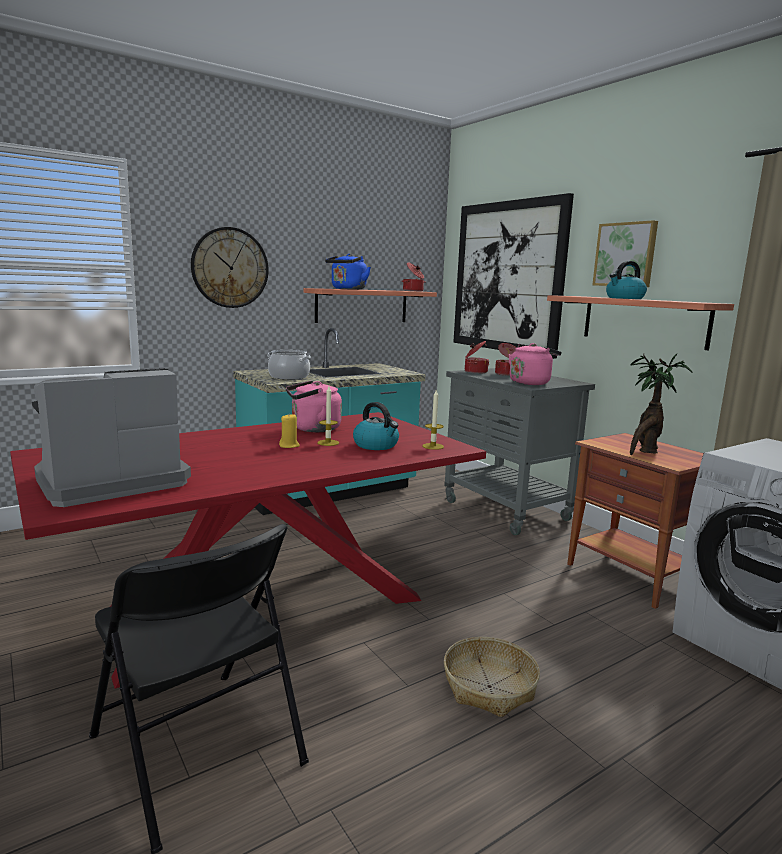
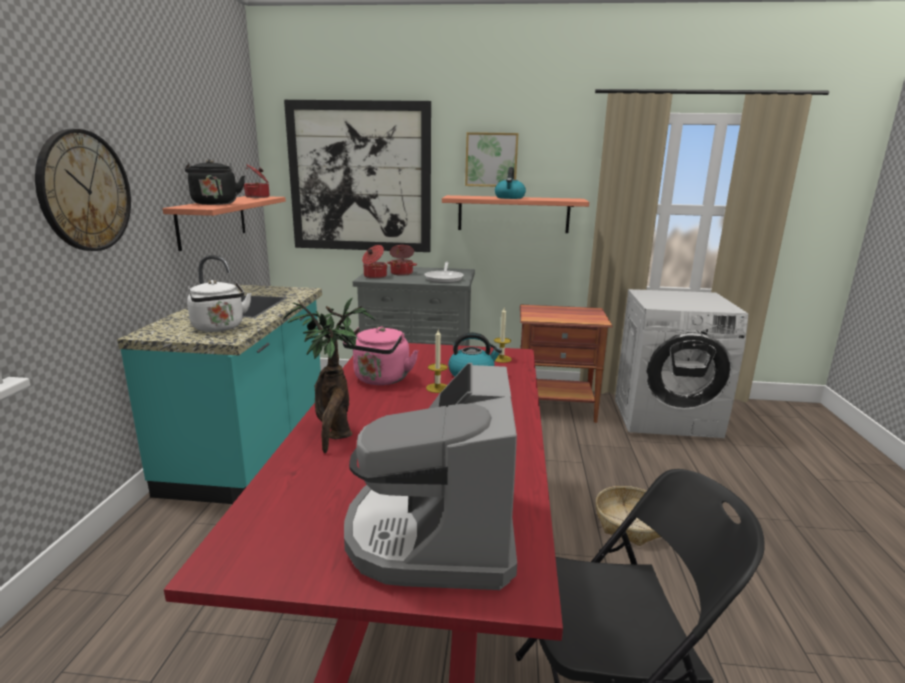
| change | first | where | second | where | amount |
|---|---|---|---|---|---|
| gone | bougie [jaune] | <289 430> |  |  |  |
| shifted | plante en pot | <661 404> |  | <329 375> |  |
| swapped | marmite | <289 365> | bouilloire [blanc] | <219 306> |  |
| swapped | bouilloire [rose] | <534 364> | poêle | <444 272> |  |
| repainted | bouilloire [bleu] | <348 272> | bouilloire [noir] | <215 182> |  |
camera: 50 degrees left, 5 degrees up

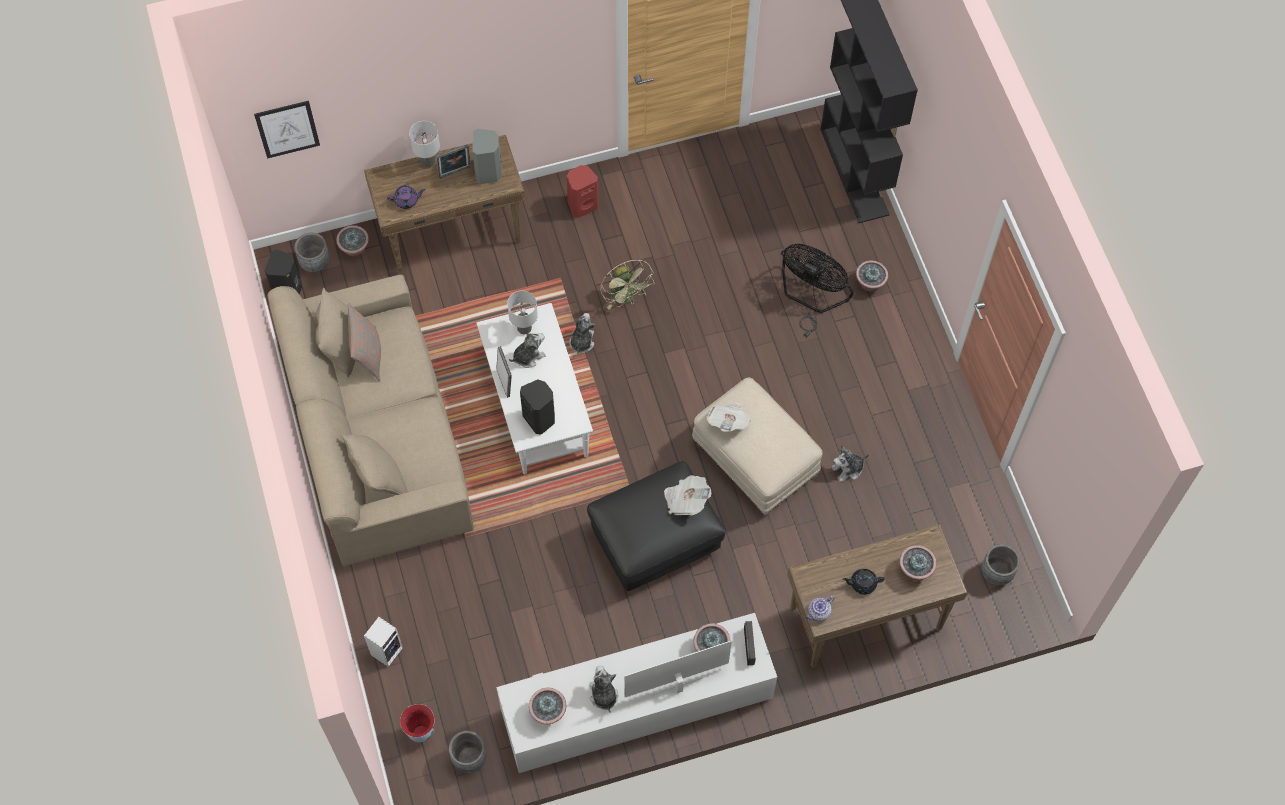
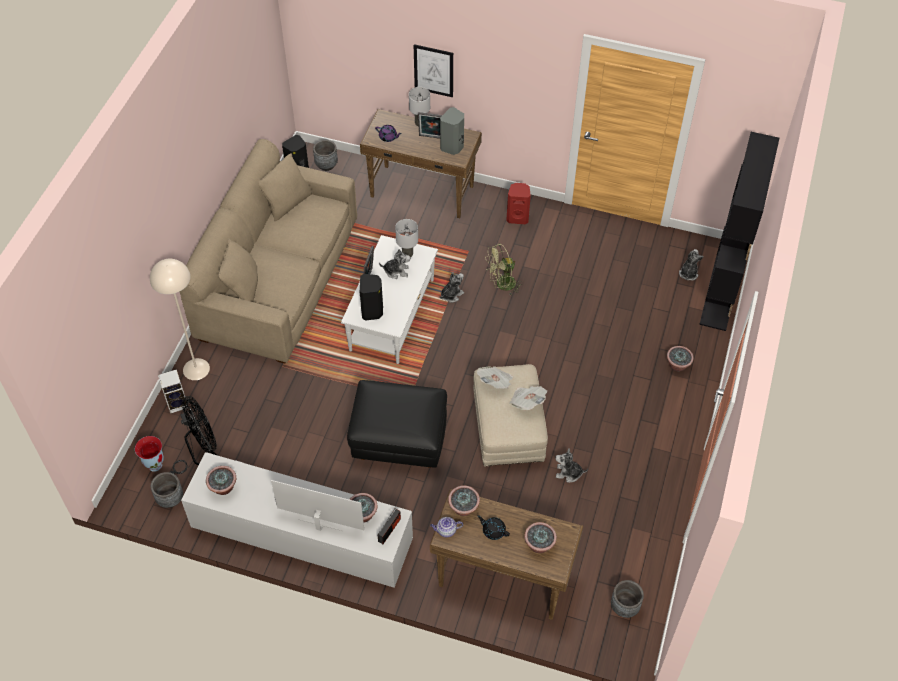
| change | first | where | second | where | amount |
|---|---|---|---|---|---|
| gone | coussin [gris] | <364 342> |  |  |  |
| new |  |  | lampadaire [beige] | <180 319> |  |
| shifted | tableau | <287 130> |  | <433 70> |  |
| shifted | plante en pot | <352 240> |  | <464 500> |  |
| shifted | peluche | <603 689> |  | <691 265> |  |
| shifted | journal | <687 495> |  | <528 398> |  |
| shifted | ventilateur [noir] | <817 290> |  | <194 435> |  |
| rotated | ventilateur [vert] | <627 284> |  | <504 270> | 60 degrees clockwise |
camera: 35 degrees right, 10 degrees down

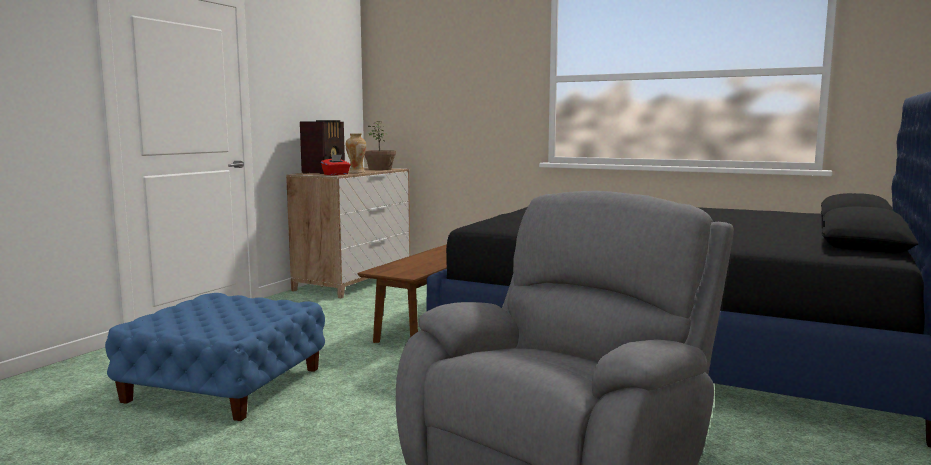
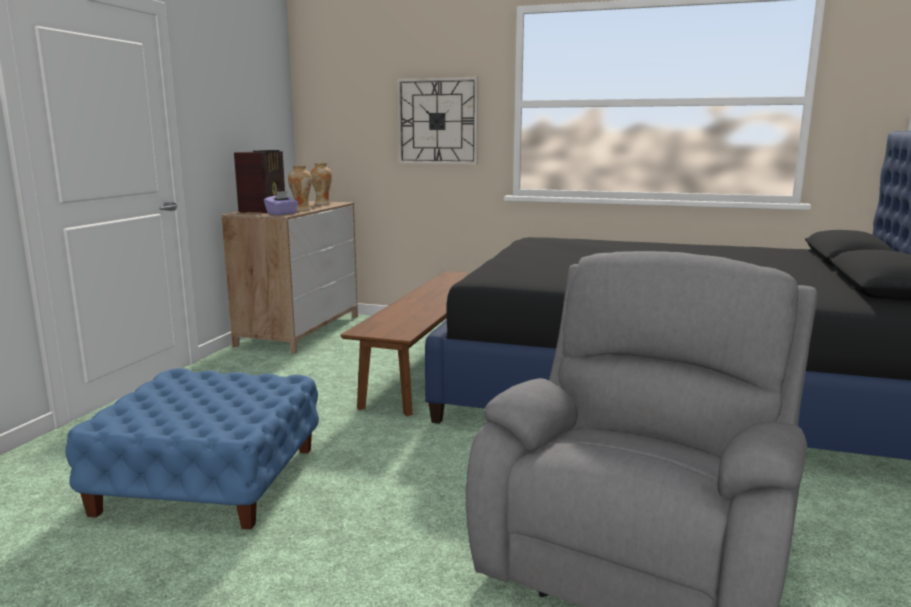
| change | first | where | second | where | amount |
|---|---|---|---|---|---|
| new |  |  | horloge murale | <437 121> |  |
| swapped | plante en pot | <380 145> | vase | <321 184> |  |
| repainted | boîte à mouchoirs [rouge] | <336 165> | boîte à mouchoirs [violet] | <281 203> |  |
camera: 10 degrees left, 5 degrees up

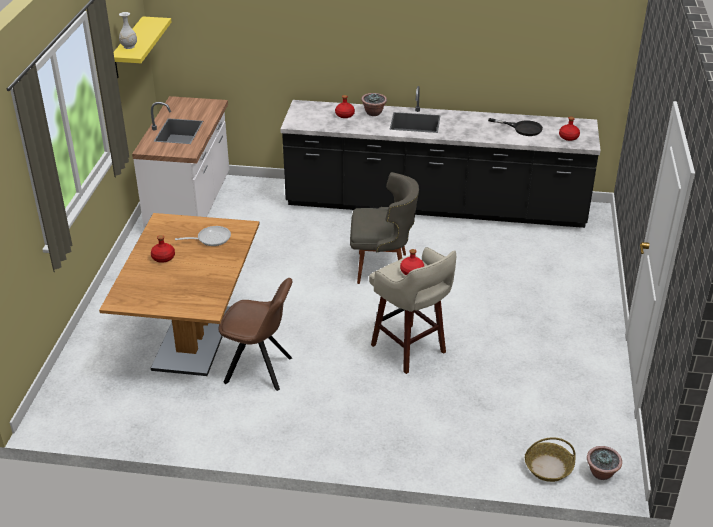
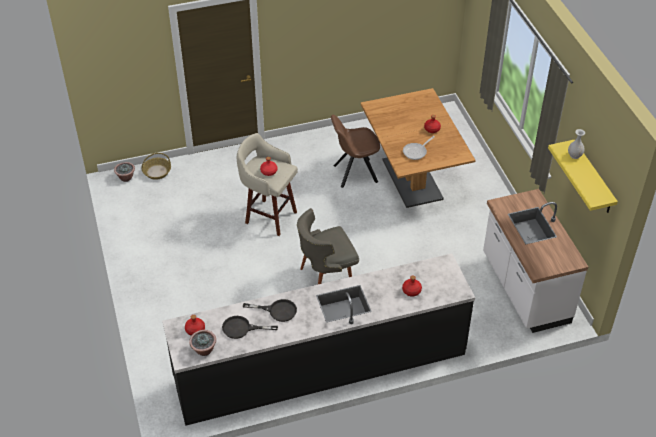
| change | first | where | second | where | amount |
|---|---|---|---|---|---|
| new |  |  | poêle [noir] | <270 310> |  |
| shifted | plante en pot | <374 104> |  | <202 343> |  |
camera: 155 degrees right, 10 degrees up

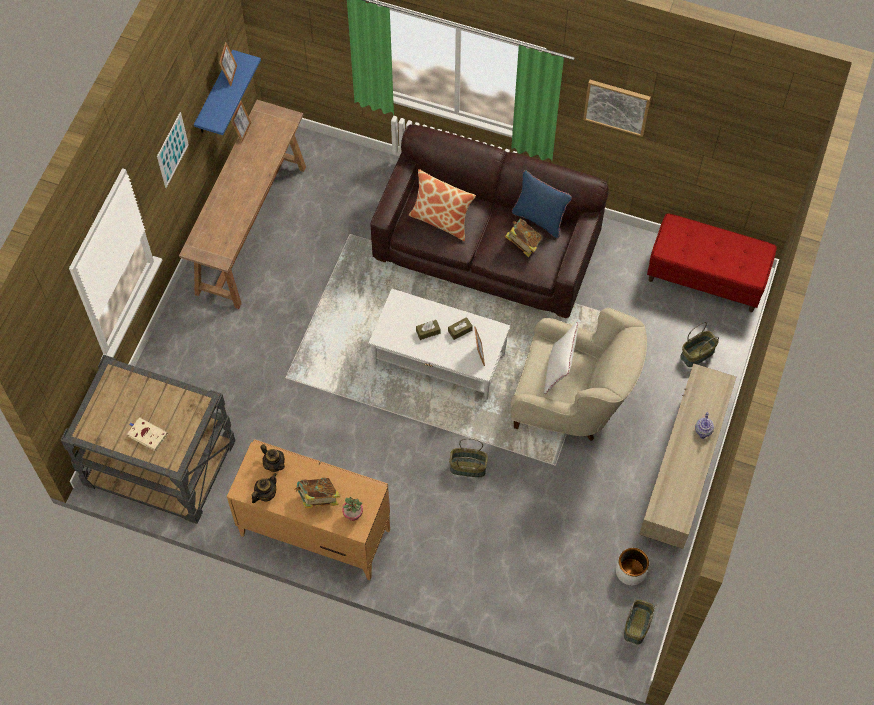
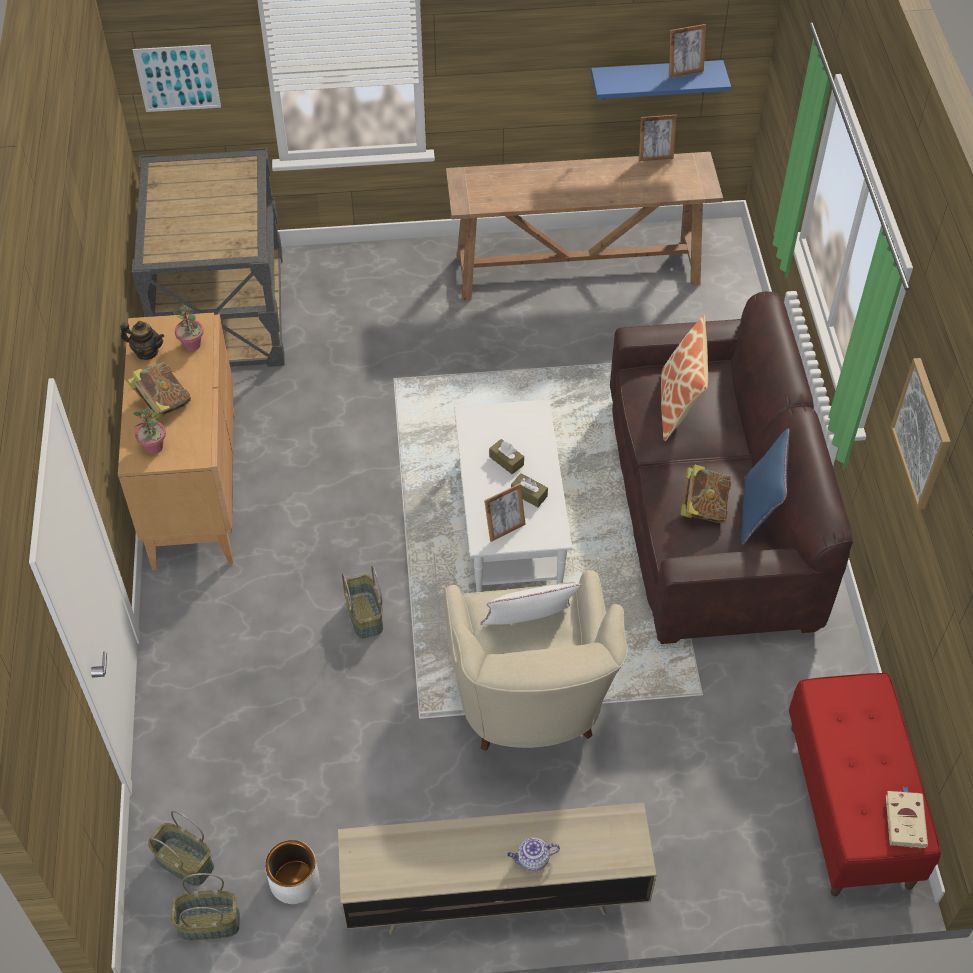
| change | first | where | second | where | amount |
|---|---|---|---|---|---|
| shifted | livre [beige] | <147 434> |  | <907 817> |  |
| shifted | tableau | <173 150> |  | <176 78> |  |
| shifted | panier | <699 344> |  | <181 848> |  |
| swapped | théière | <273 458> | plante en pot | <188 328> |  |
camera: 65 degrees right, 10 degrees down

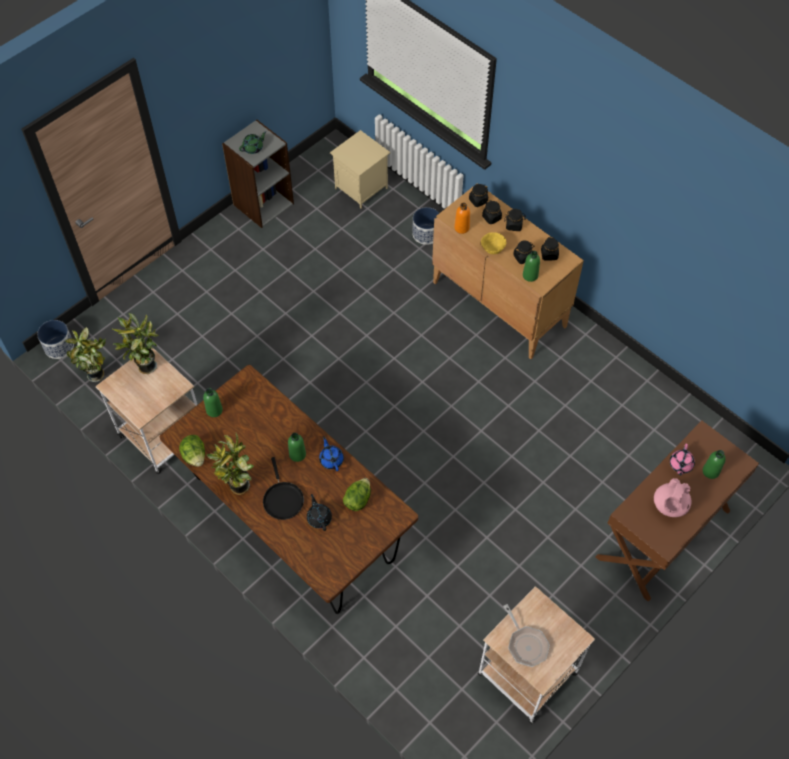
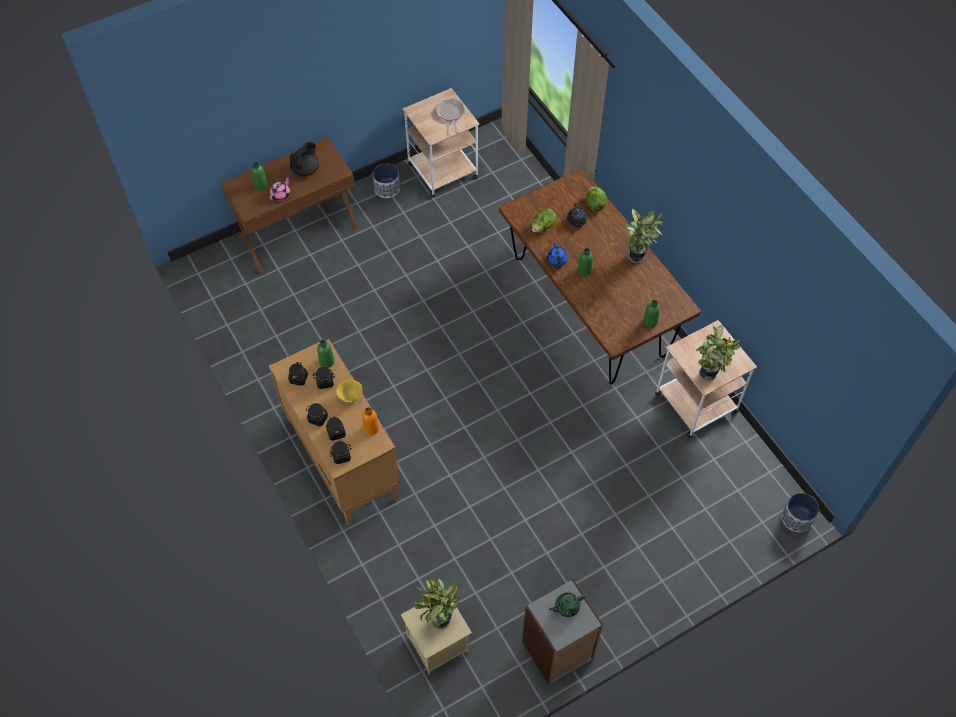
| change | first | where | second | where | amount |
|---|---|---|---|---|---|
| gone | poêle [noir] | <283 488> |  |  |  |
| shifted | plante en pot | <85 354> |  | <437 603> |  |
| shifted | laitue | <192 451> |  | <596 199> |  |
| shifted | cache-pot | <425 226> |  | <386 180> |  |
| repainted | théière [rose] | <672 497> | théière [noir] | <304 159> |  |
camera: 165 degrees left, 0 degrees up

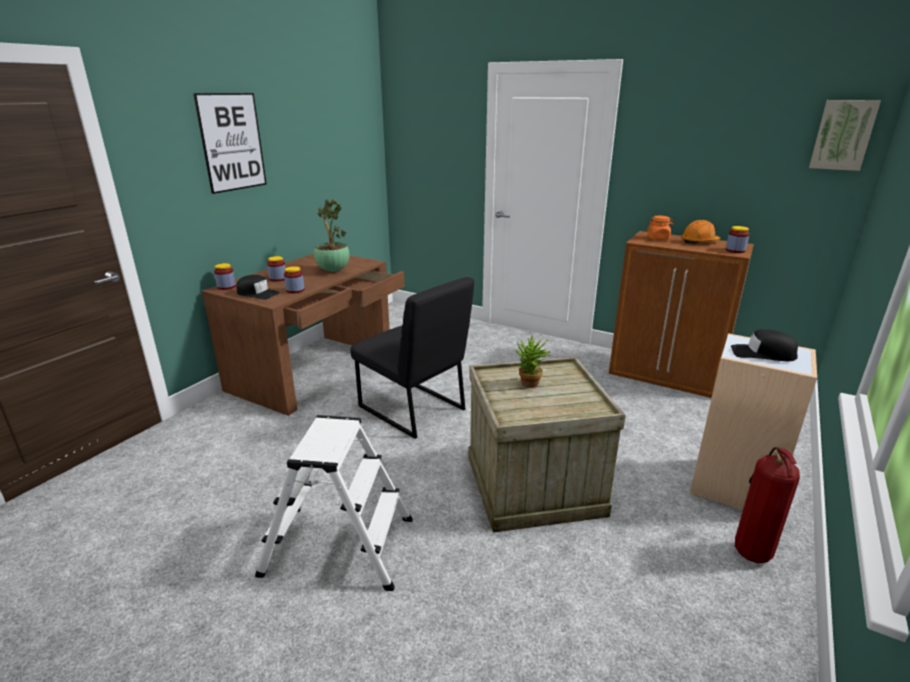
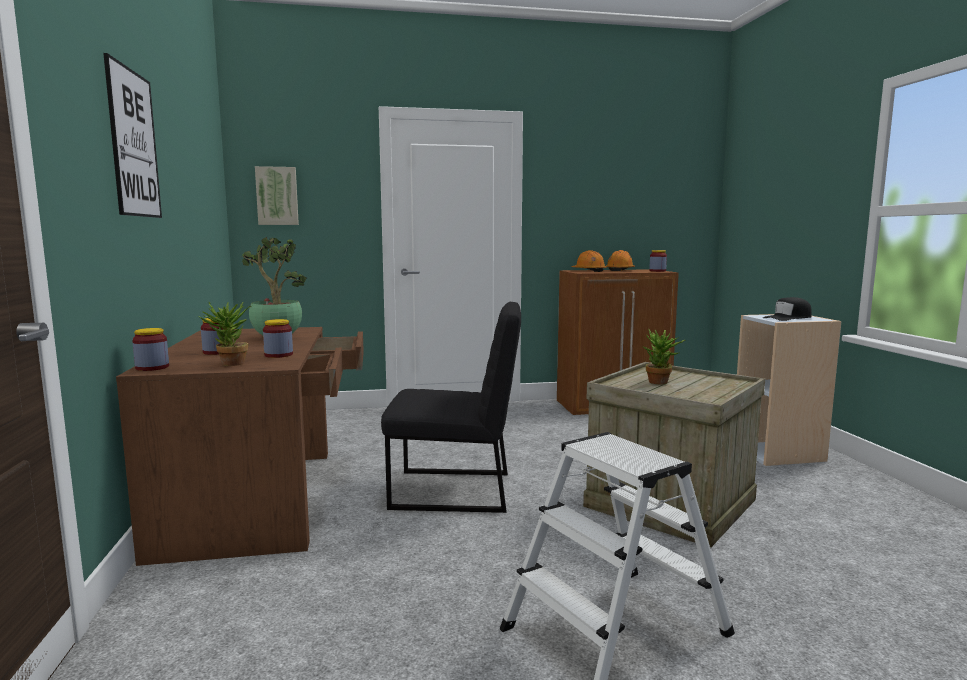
| change | first | where | second | where | amount |
|---|---|---|---|---|---|
| gone | extincteur | <767 505> |  |  |  |
| shifted | tableau | <845 135> |  | <277 195> |  |
| swapped | casquette [noir] | <258 287> | plante en pot | <224 334> |  |
| swapped | bocal [orange] | <660 228> | casque de chantier [orange] | <589 261> |  |
camera: 40 degrees left, 15 degrees down

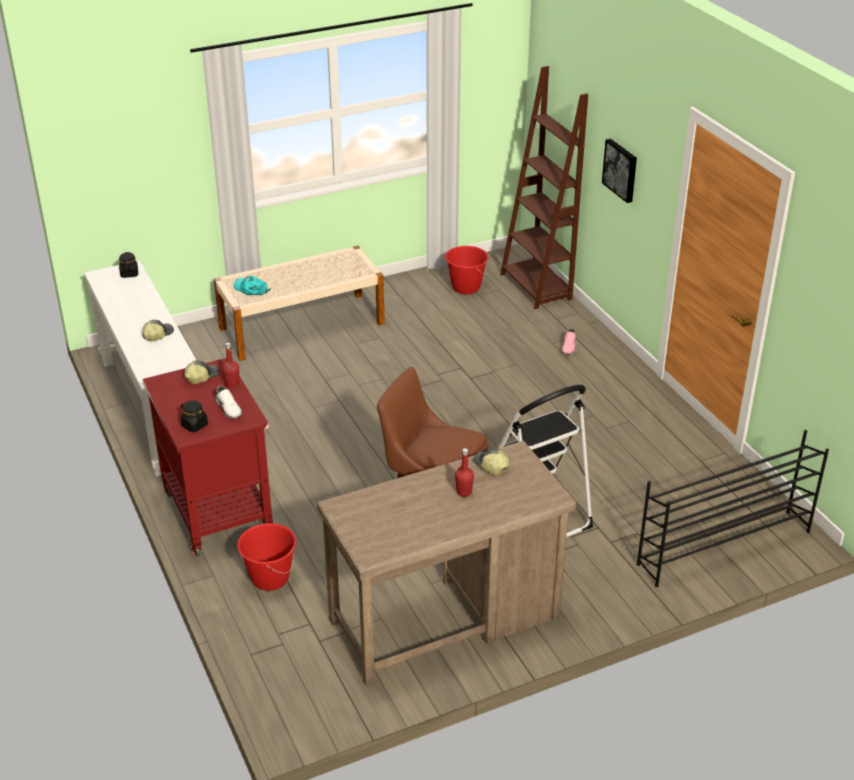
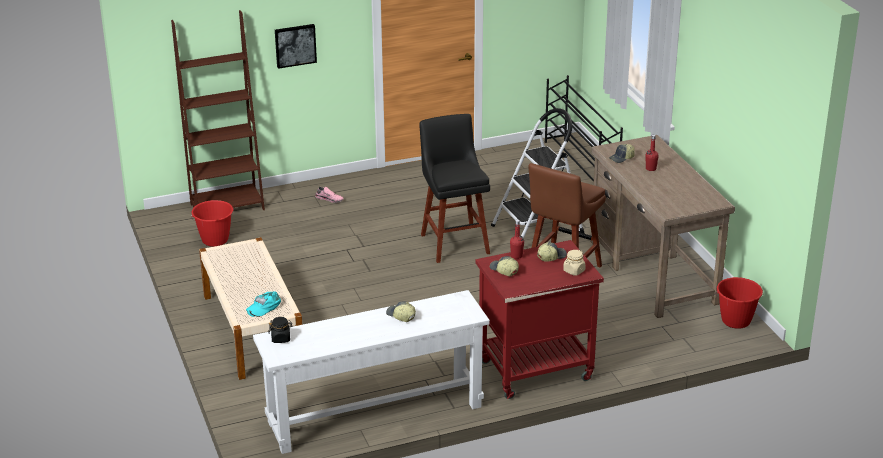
| change | first | where | second | where | amount |
|---|---|---|---|---|---|
| new |  |  | tabouret [noir] | <454 188> |  |
| shifted | seau [rouge] | <266 557> |  | <739 303> |  |
| swapped | chaussure [blanc] | <228 402> | casquette | <552 252> |  |
| repainted | bocal [noir] | <194 416> | bocal [beige] | <574 263> |  |
camera: 85 degrees left, 5 degrees down

